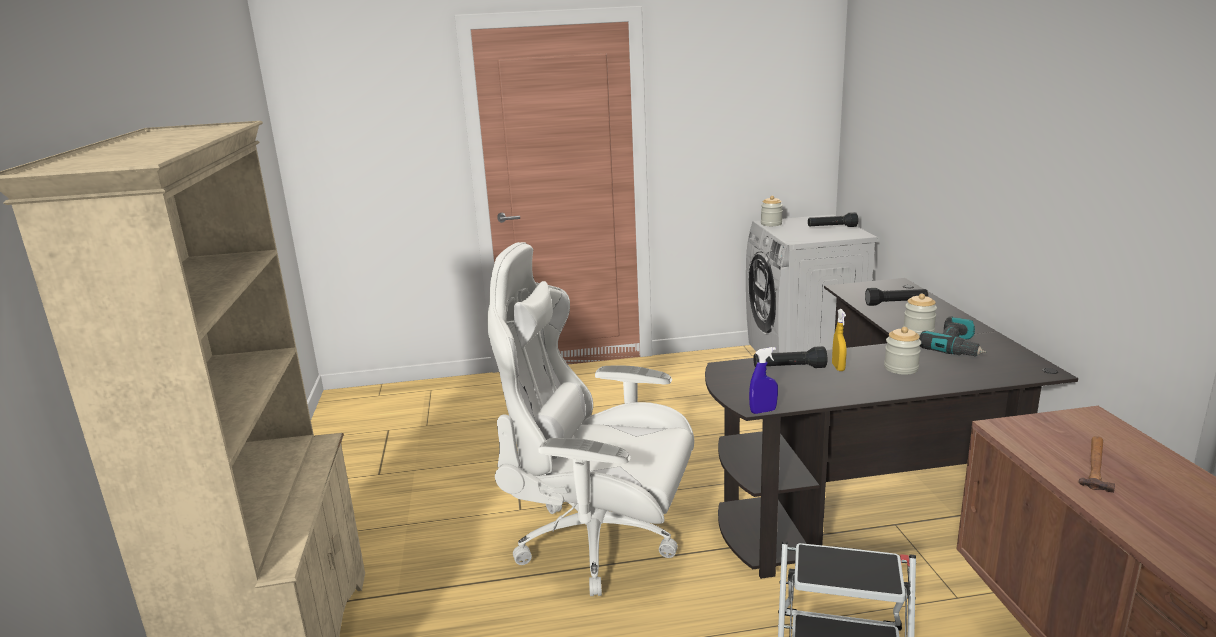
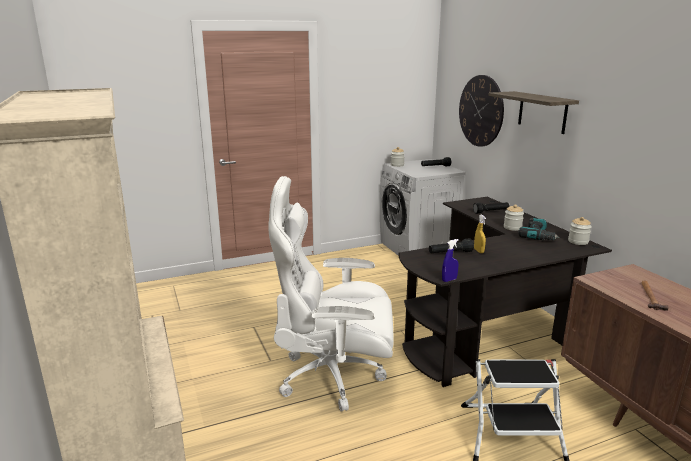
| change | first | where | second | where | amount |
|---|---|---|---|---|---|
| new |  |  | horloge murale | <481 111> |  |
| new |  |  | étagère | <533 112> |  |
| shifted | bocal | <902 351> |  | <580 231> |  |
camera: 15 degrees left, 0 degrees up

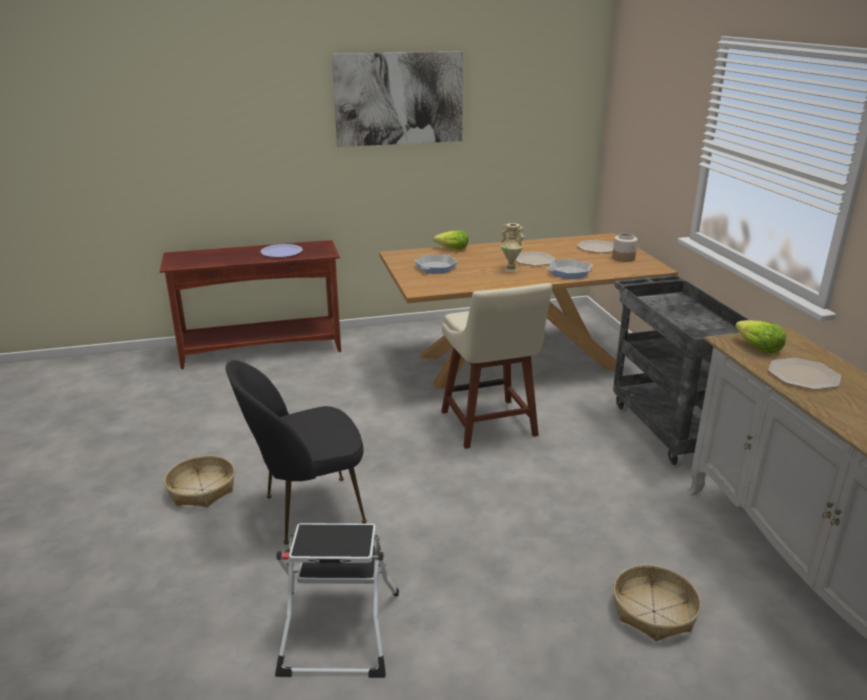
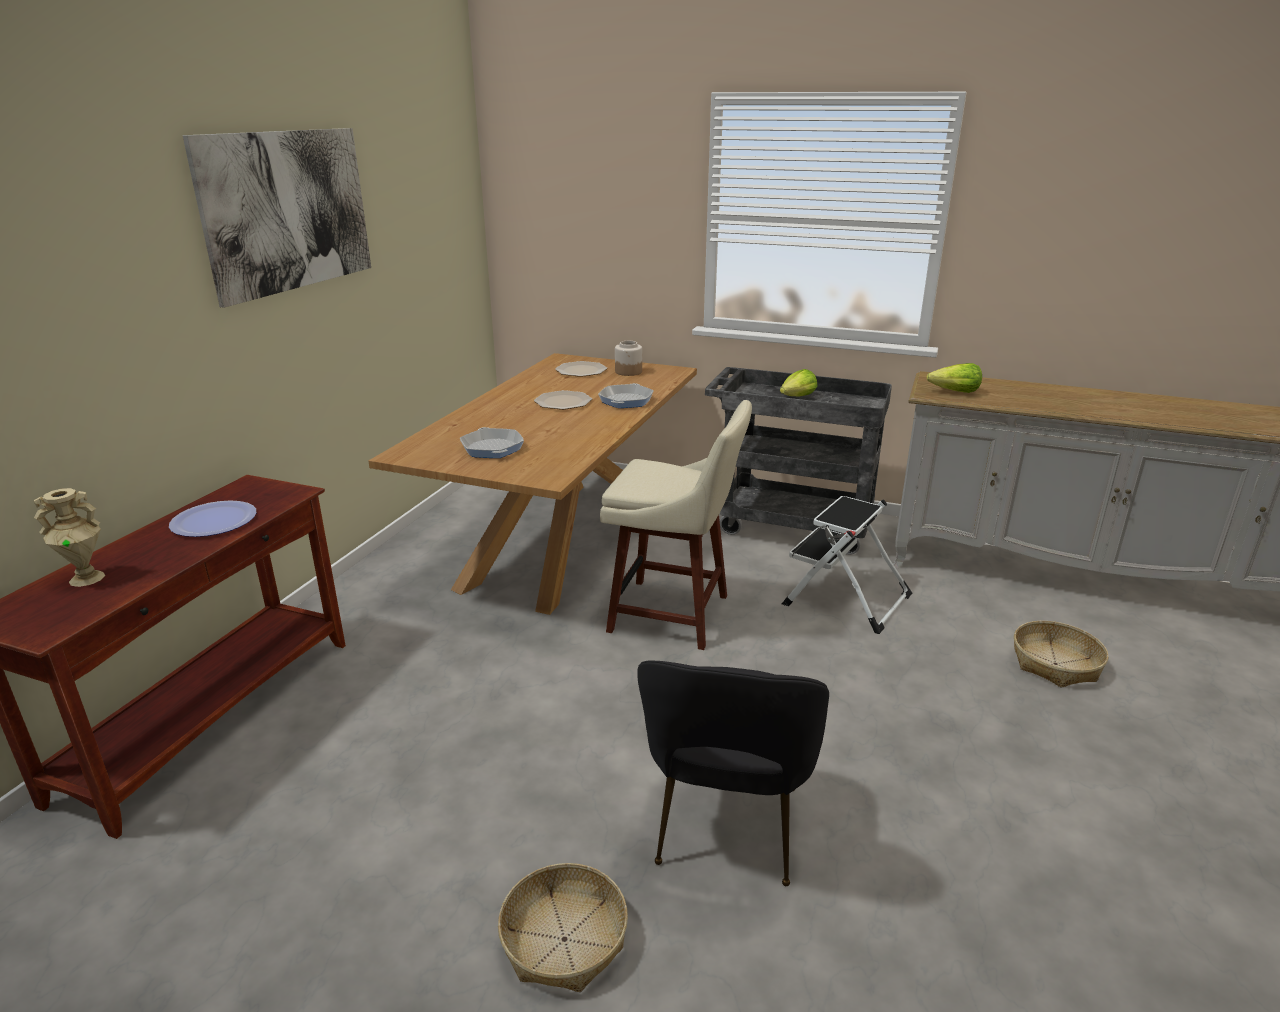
| change | first | where | second | where | amount |
|---|---|---|---|---|---|
| gone | assiette | <804 374> |  |  |  |
| shifted | escabeau | <337 600> |  | <847 565> |  |
| shifted | laitue | <451 240> |  | <798 382> |  |
| shifted | vase [beige] | <512 247> |  | <69 537> |  |
camera: 55 degrees left, 0 degrees up

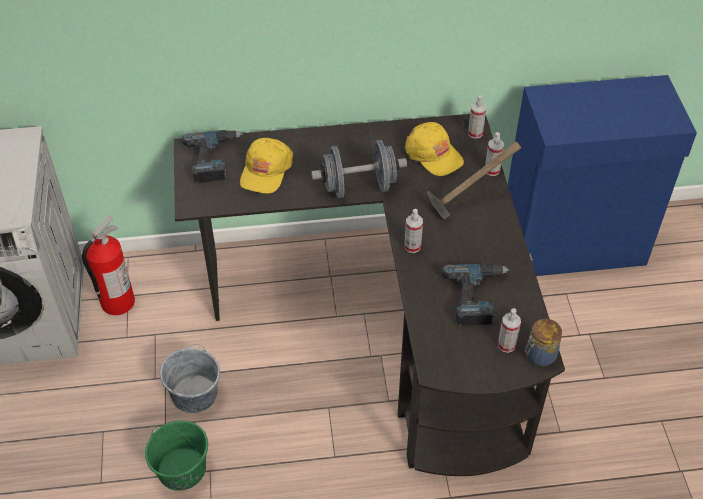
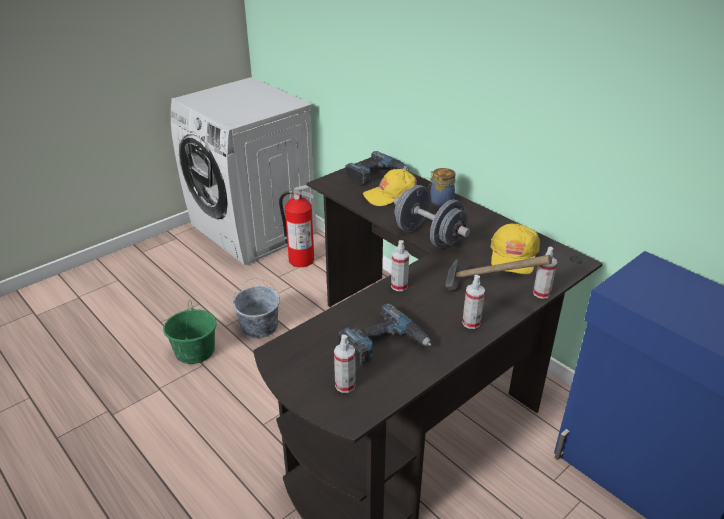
| change | first | where | second | where | amount |
|---|---|---|---|---|---|
| shifted | vaporisateur | <477 117> |  | <473 302> |  |
| shifted | bocal | <543 342> |  | <441 187> |  |
camera: 55 degrees right, 15 degrees down

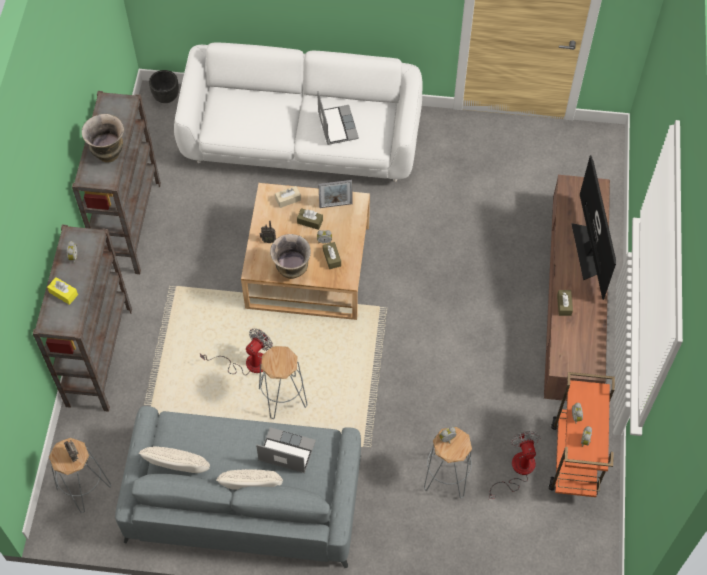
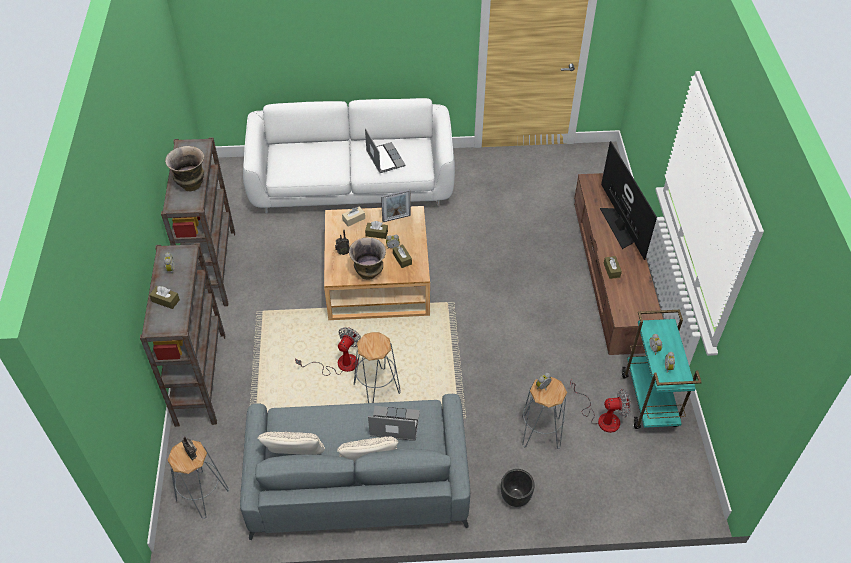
| change | first | where | second | where | amount |
|---|---|---|---|---|---|
| shifted | cache-pot [noir] | <164 86> |  | <518 488> |  |
| repainted | boîte à mouchoirs [jaune] | <62 291> | boîte à mouchoirs [marron] | <164 297> |  |
| repainted | chariot [orange] | <581 434> | chariot [turquoise] | <661 369> |  |
| rotated | ventilateur | <515 465> |  | <600 406> | 105 degrees clockwise |
camera: 10 degrees left, 10 degrees down

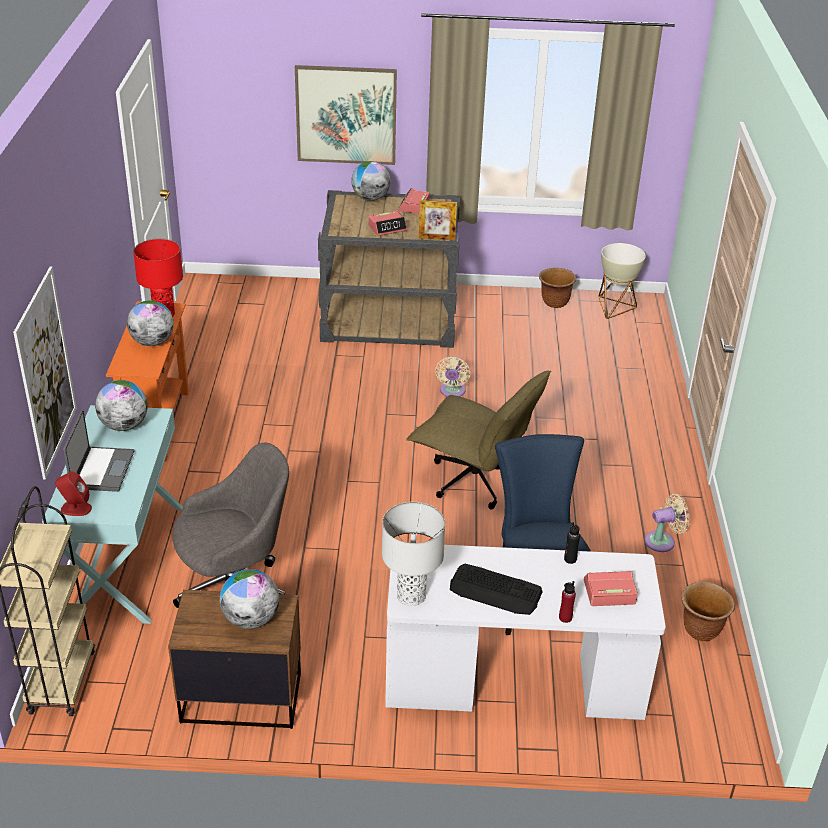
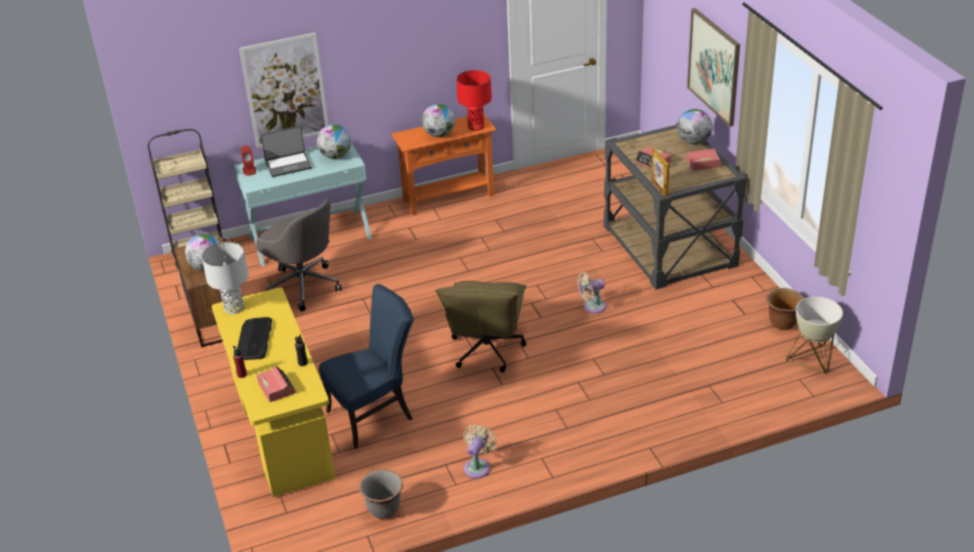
| change | first | where | second | where | amount |
|---|---|---|---|---|---|
| repainted | bureau [blanc] | <525 632> | bureau [jaune] | <273 392> |  |
| repainted | cache-pot [marron] | <708 611> | cache-pot [gris] | <381 494> |  |
| rotated | ventilateur [beige] | <667 523> |  | <480 451> | 120 degrees counterclockwise |
camera: 70 degrees right, 0 degrees up

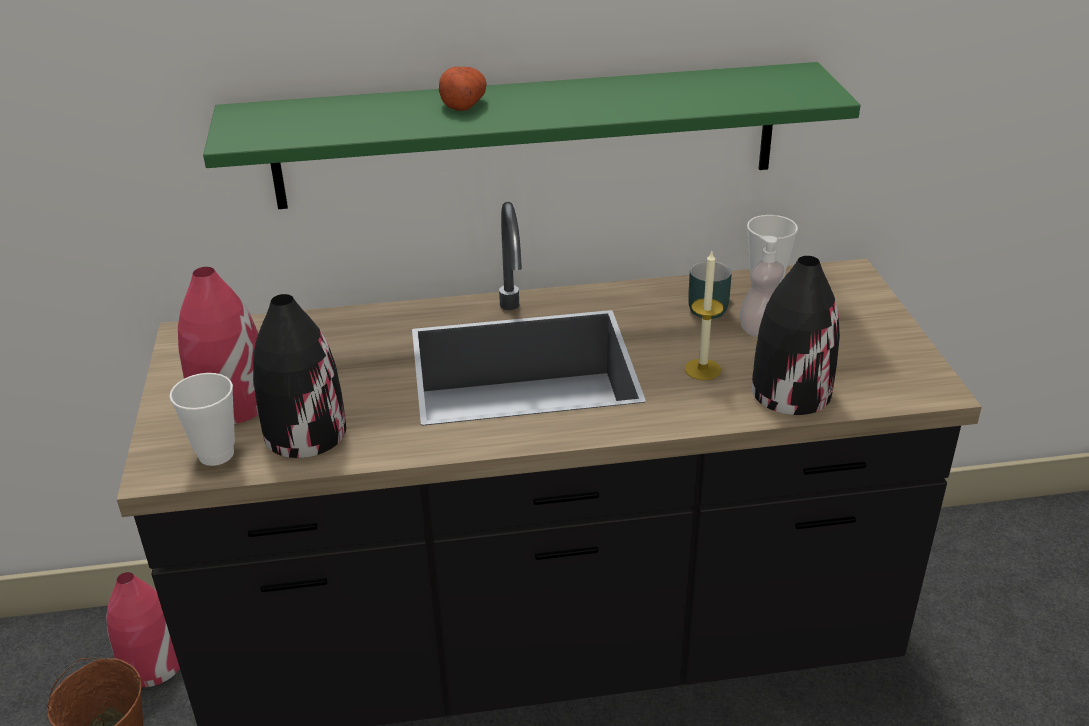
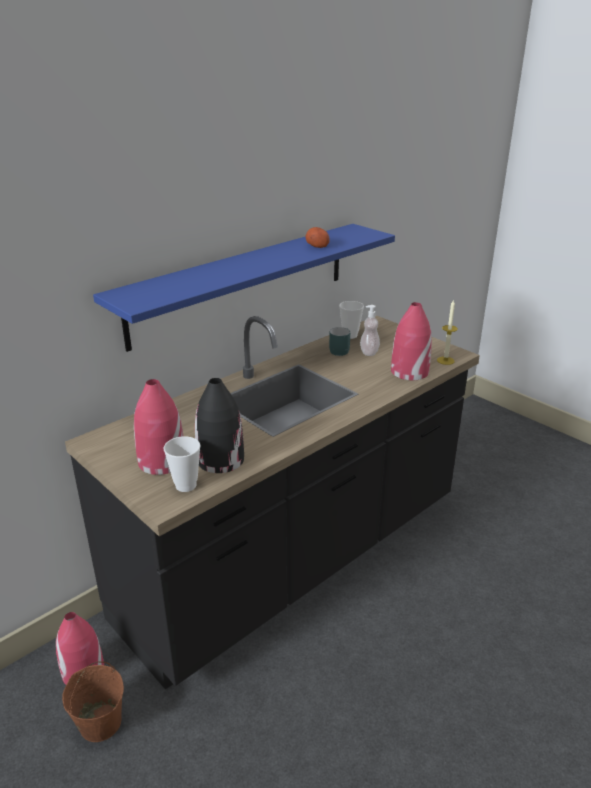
| change | first | where | second | where | amount |
|---|---|---|---|---|---|
| shifted | pomme de terre | <462 88> |  | <317 237> |  |
| shifted | bougie | <704 316> |  | <447 332> |  |
| repainted | étagère [vert] | <531 135> | étagère [bleu] | <244 288> |  |
| repainted | vase [noir] | <796 335> | vase [rouge] | <411 341> |  |
camera: 35 degrees left, 5 degrees down

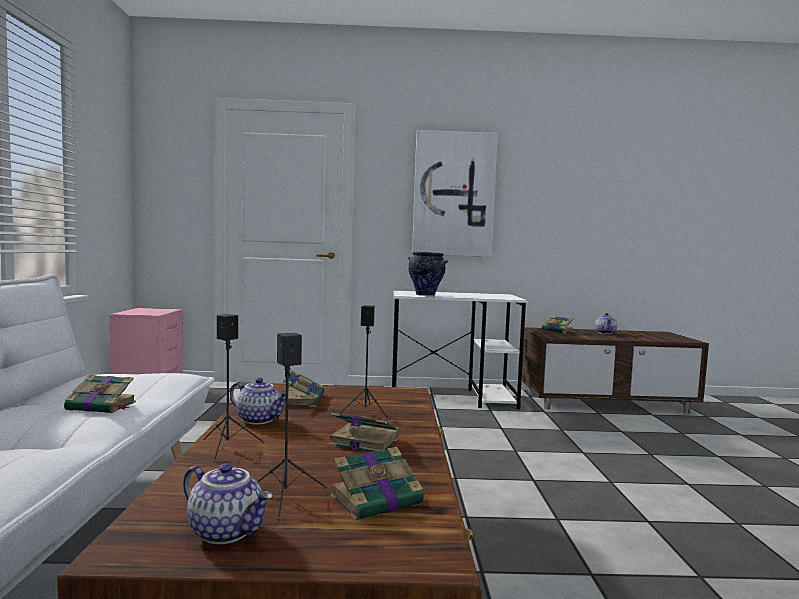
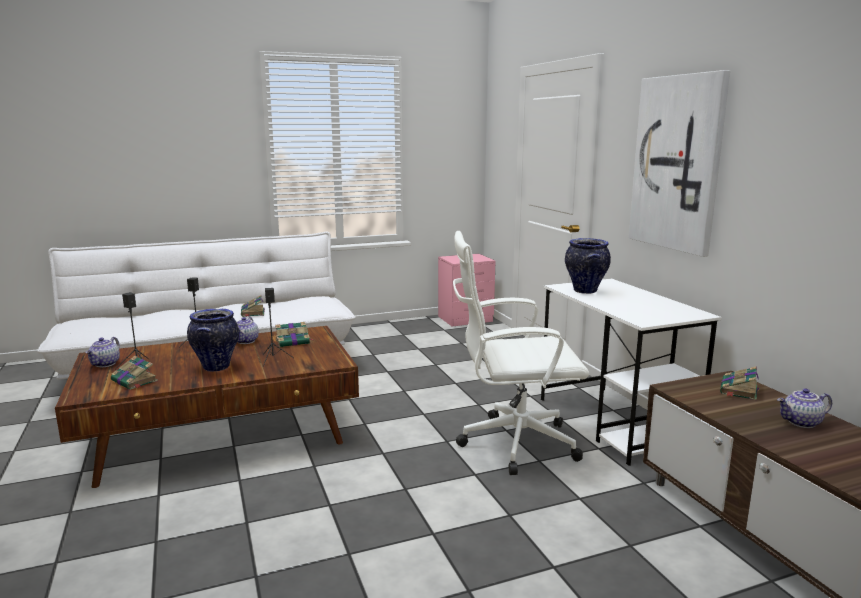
| change | first | where | second | where | amount |
|---|---|---|---|---|---|
| new |  |  | chaise de bureau [blanc] | <521 353> |  |
| swapped | livre | <363 432> | vase | <213 340> |  |
camera: 70 degrees right, 10 degrees up

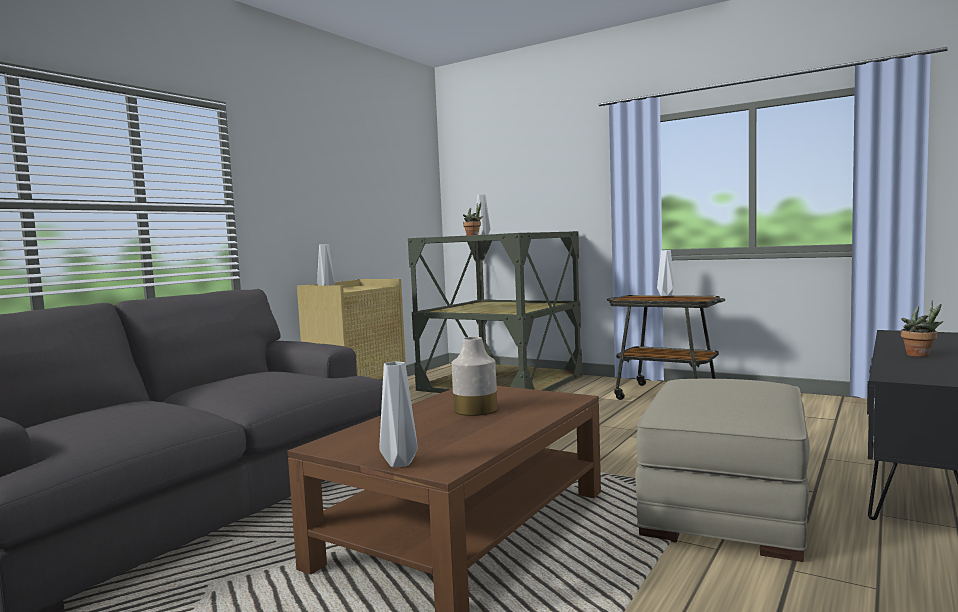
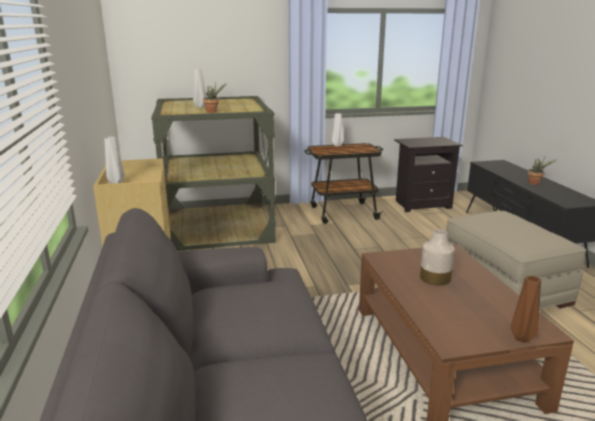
| change | first | where | second | where | amount |
|---|---|---|---|---|---|
| new |  |  | table de chevet [noir] | <428 174> |  |
| repainted | vase [gris] | <399 414> | vase [marron] | <525 309> |  |
camera: 45 degrees left, 15 degrees up

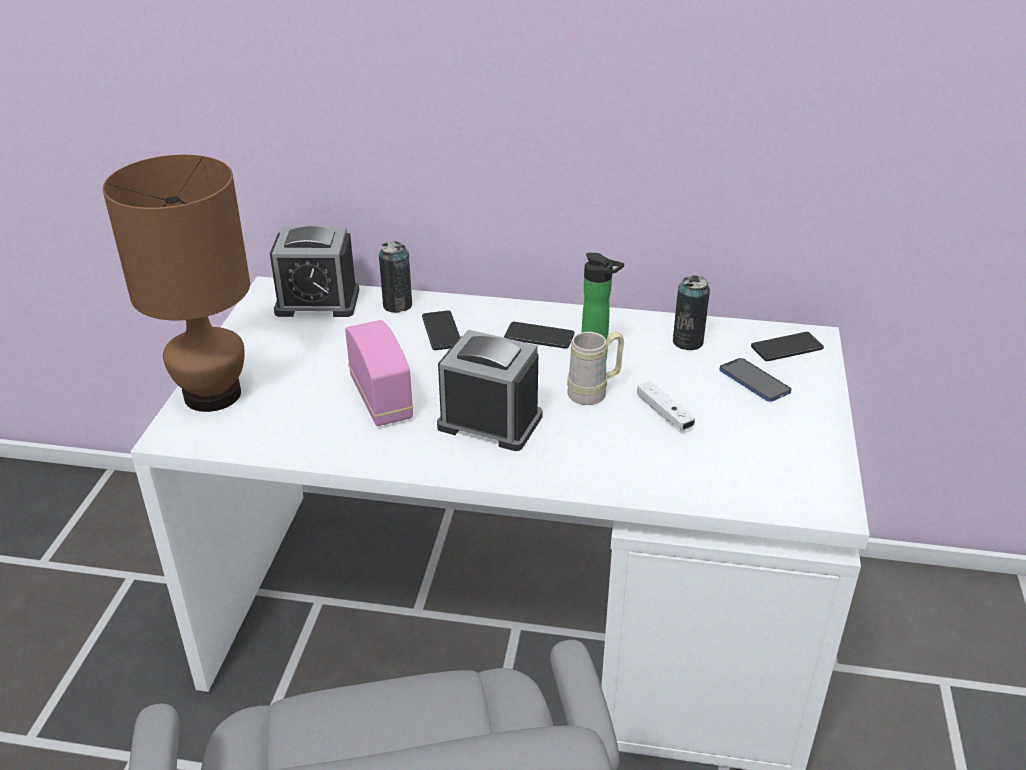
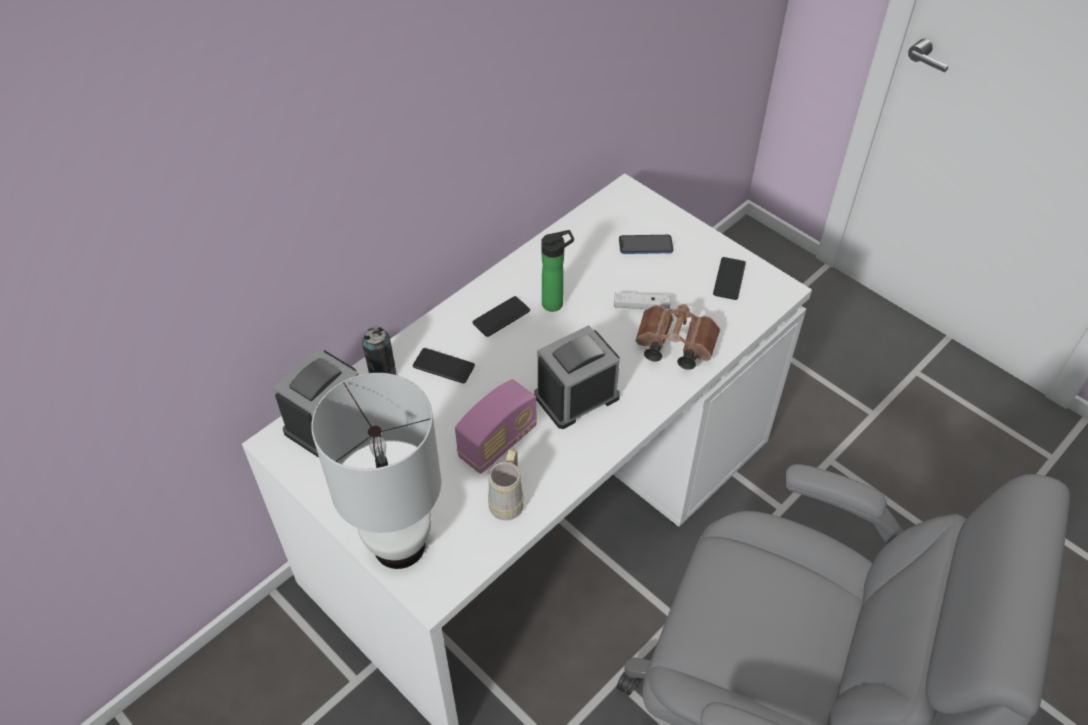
| change | first | where | second | where | amount |
|---|---|---|---|---|---|
| gone | boîte métallique | <691 312> |  |  |  |
| new |  |  | jumelles [marron] | <677 337> |  |
| shifted | mug [beige] | <595 368> |  | <506 484> |  |
| shifted | téléphone | <787 346> |  | <729 278> |  |
| repainted | lampe de table [marron] | <176 283> | lampe de table [blanc] | <376 471> |  |
| rotated | radio | <379 373> |  | <496 426> | 120 degrees clockwise |
camera: 55 degrees left, 15 degrees up

